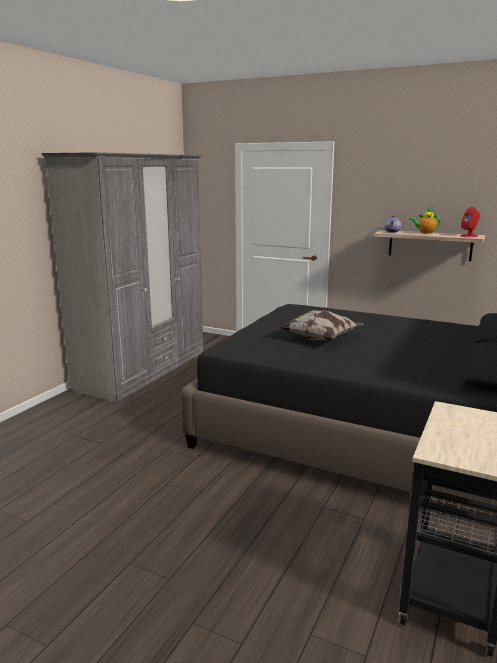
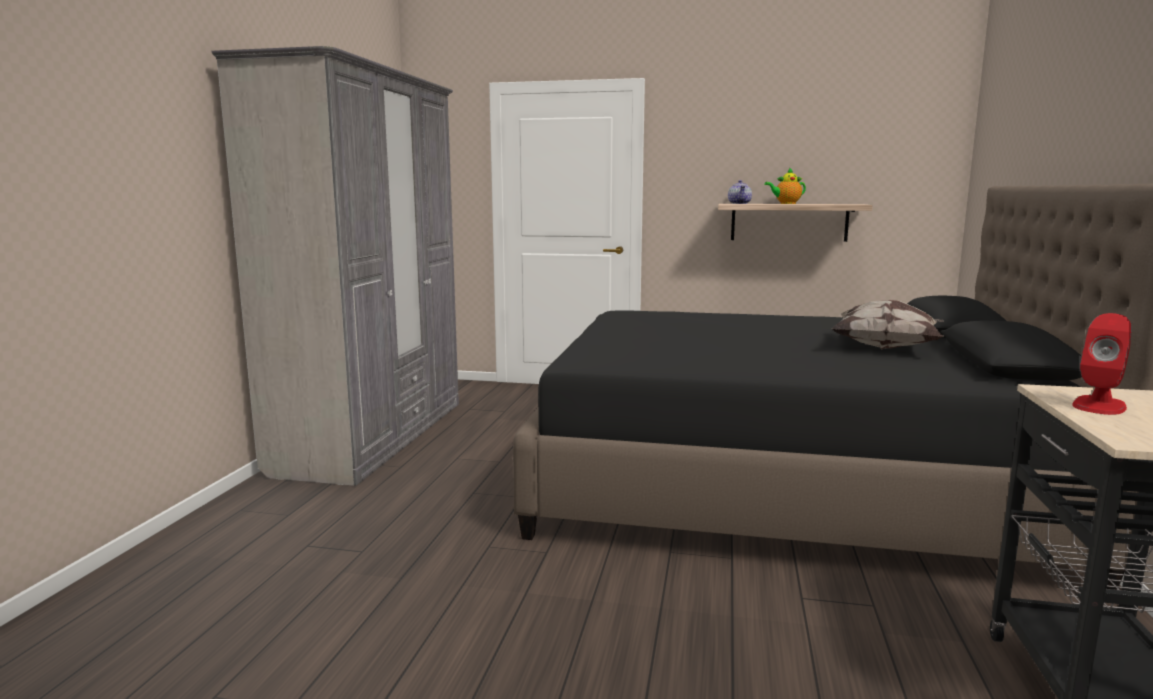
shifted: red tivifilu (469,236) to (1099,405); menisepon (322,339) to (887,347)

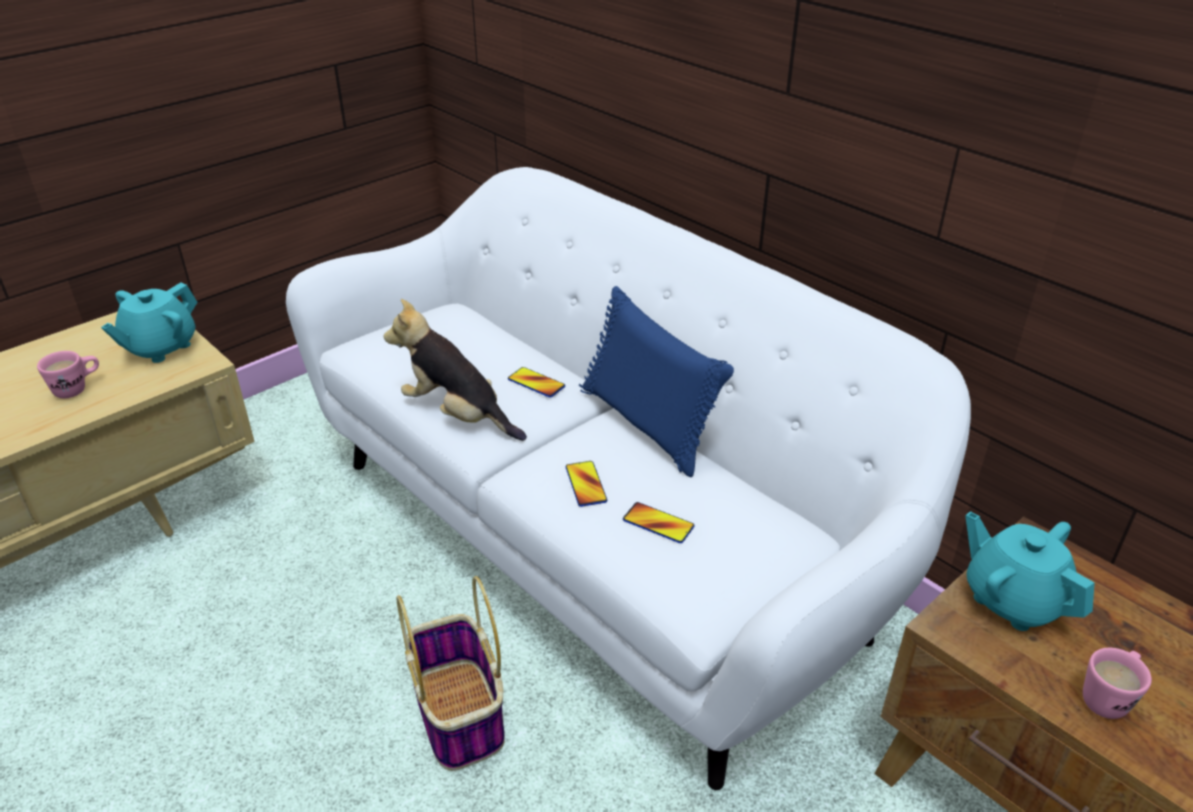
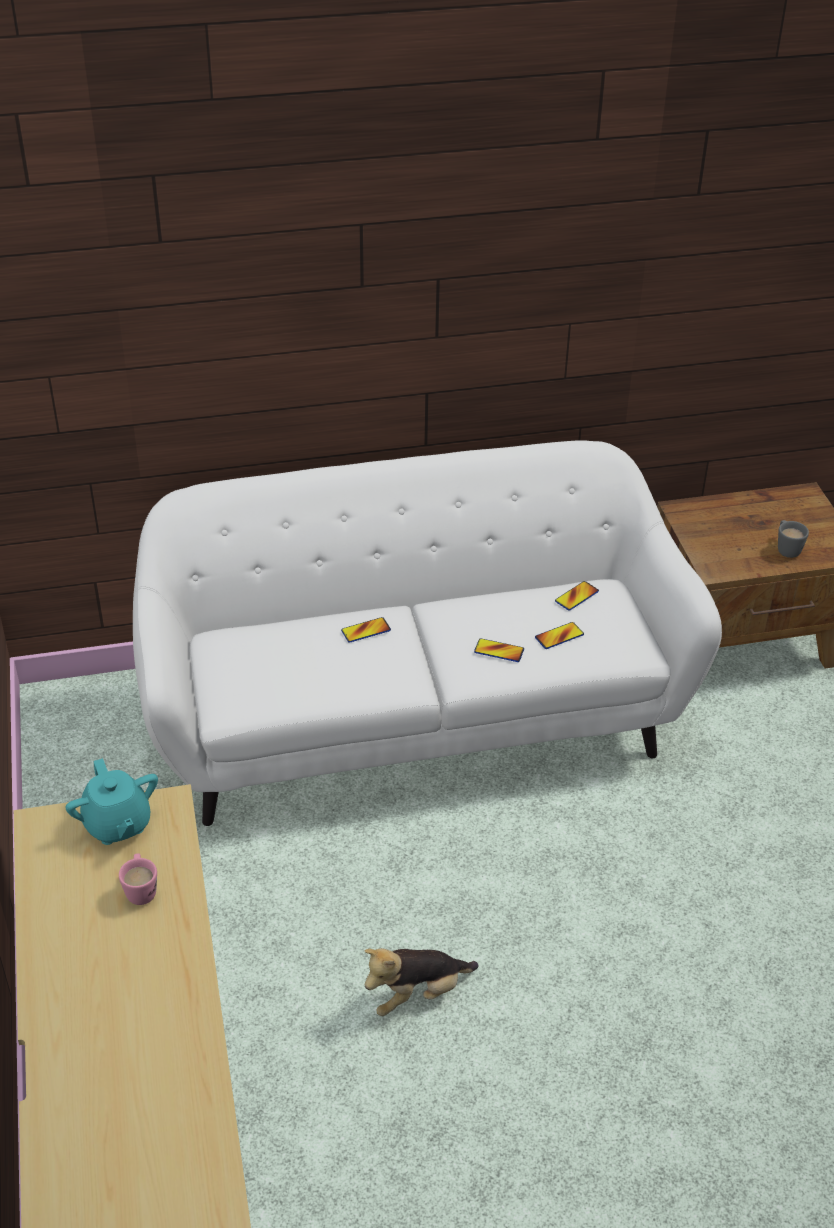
gone: blue menisepon (649,424); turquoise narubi (1012,600); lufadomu (460,715)
new: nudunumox (576,596)
shifted: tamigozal (457,415) to (417,994)
repainted: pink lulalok (1108,697) to grey lulalok (786,548)

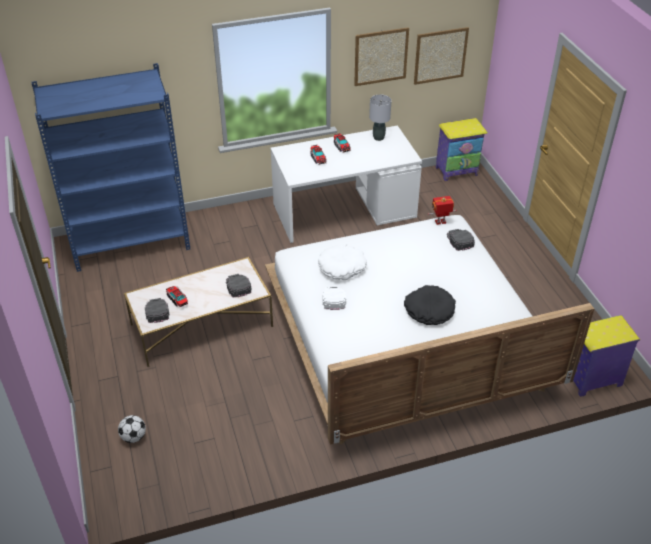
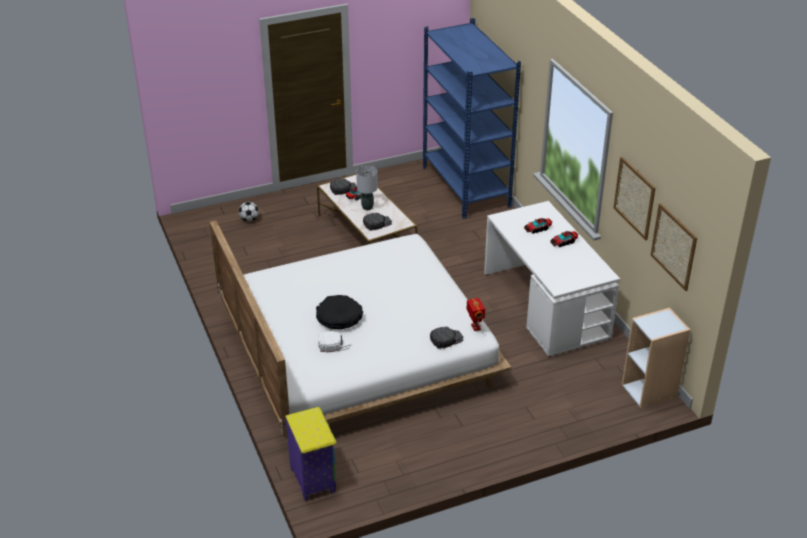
gone: white menisepon (341,267)
shifted: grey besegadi (379,138) to (367,207); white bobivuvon (333,298) to (334,344)
swapped: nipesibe (458,172) to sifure (650,391)

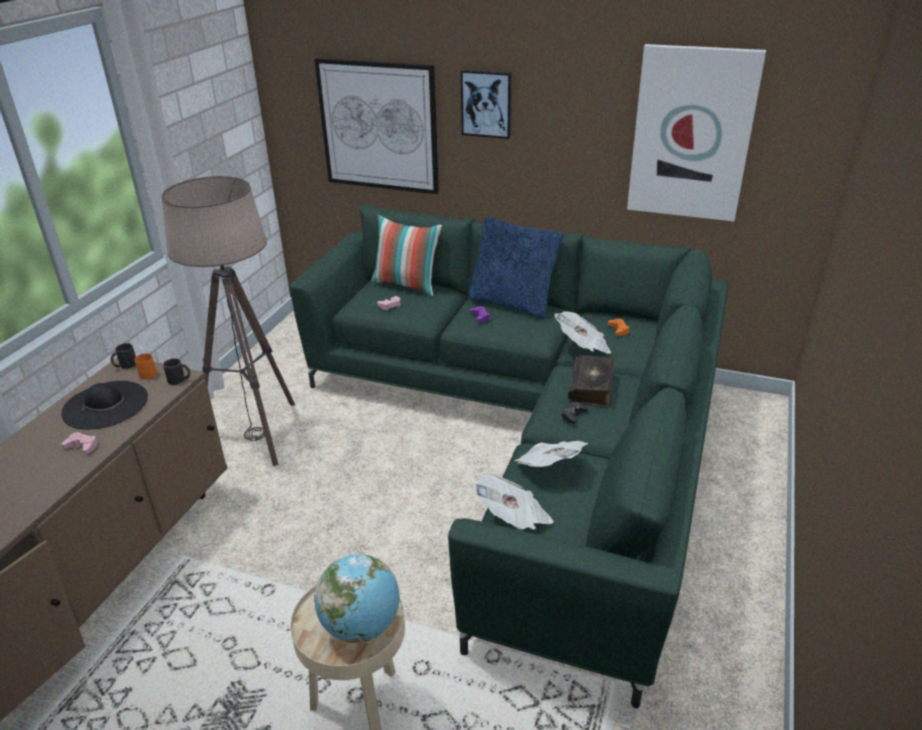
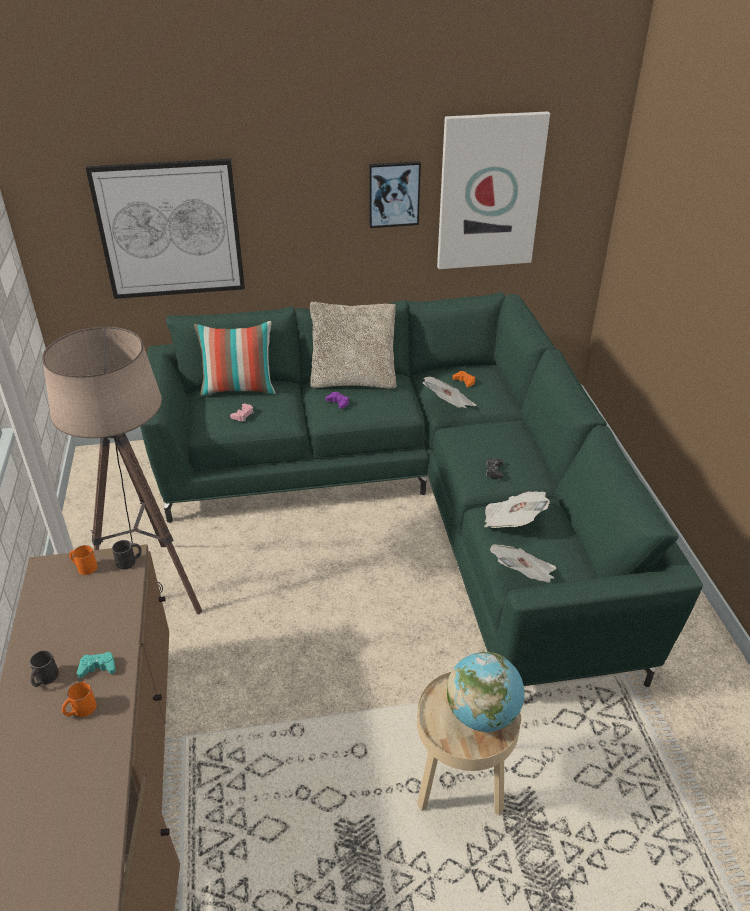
gone: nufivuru (592,387); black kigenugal (105,405)
new: orange lulalok (80,710)
shifted: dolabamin (486,104) to (394,194); black lulalok (125,365) to (44,679)
repainted: blue menisepon (513,301) to beige menisepon (354,378); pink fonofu (82,446) to turquoise fonofu (98,668)

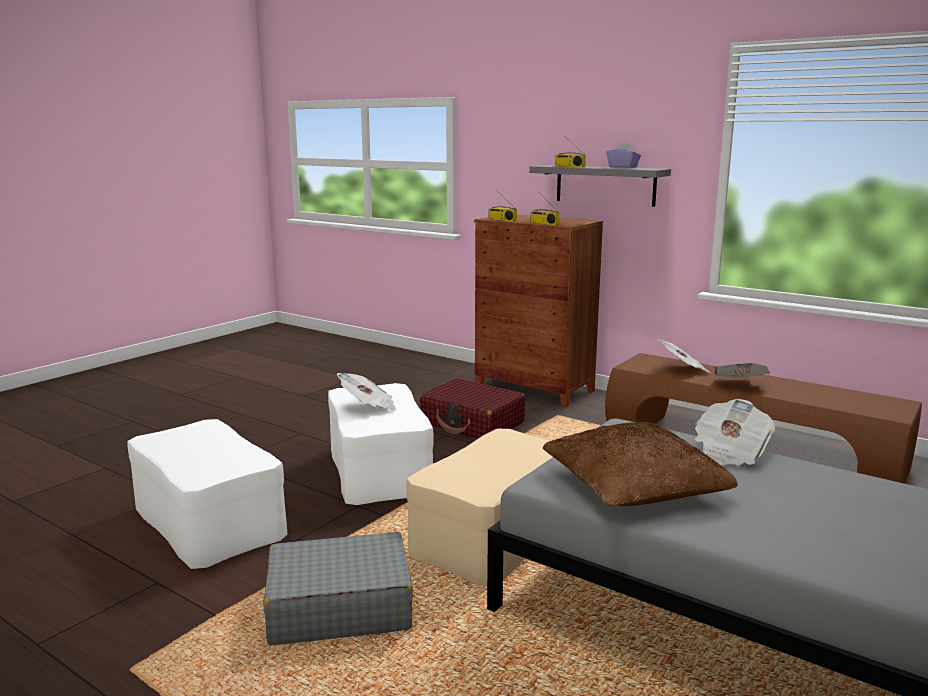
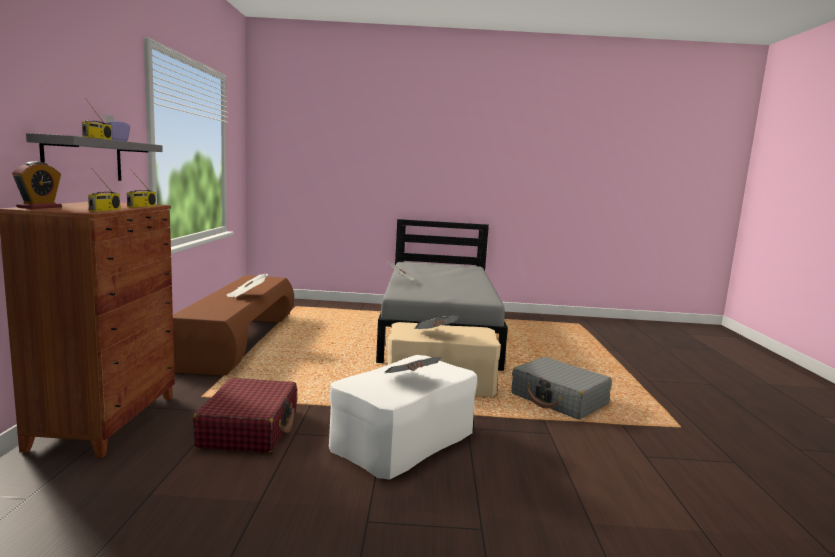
gone: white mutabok (208,521); brown menisepon (634,485)
new: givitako (39,207)
shifted: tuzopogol (683,369) to (435,334)

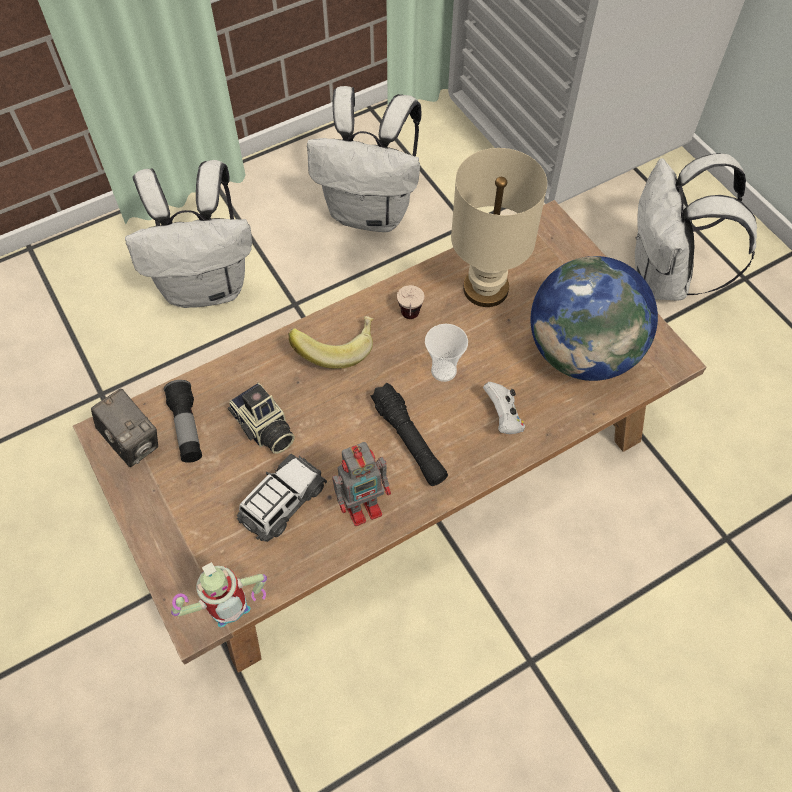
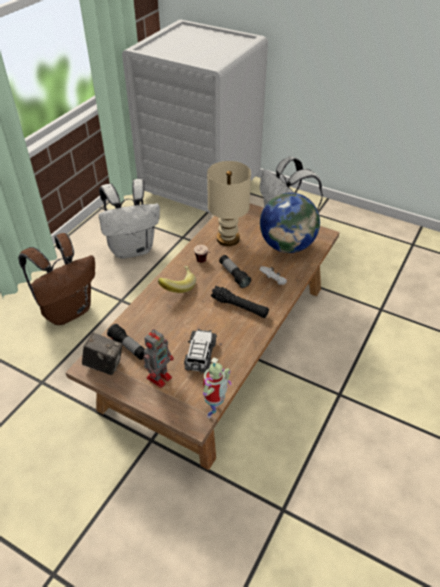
gone: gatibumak (264,429)
shifted: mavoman (364,505) to (160,376)
swapped: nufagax (443,371) to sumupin (234,275)
repainted: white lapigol (207,286) to brown lapigol (68,310)

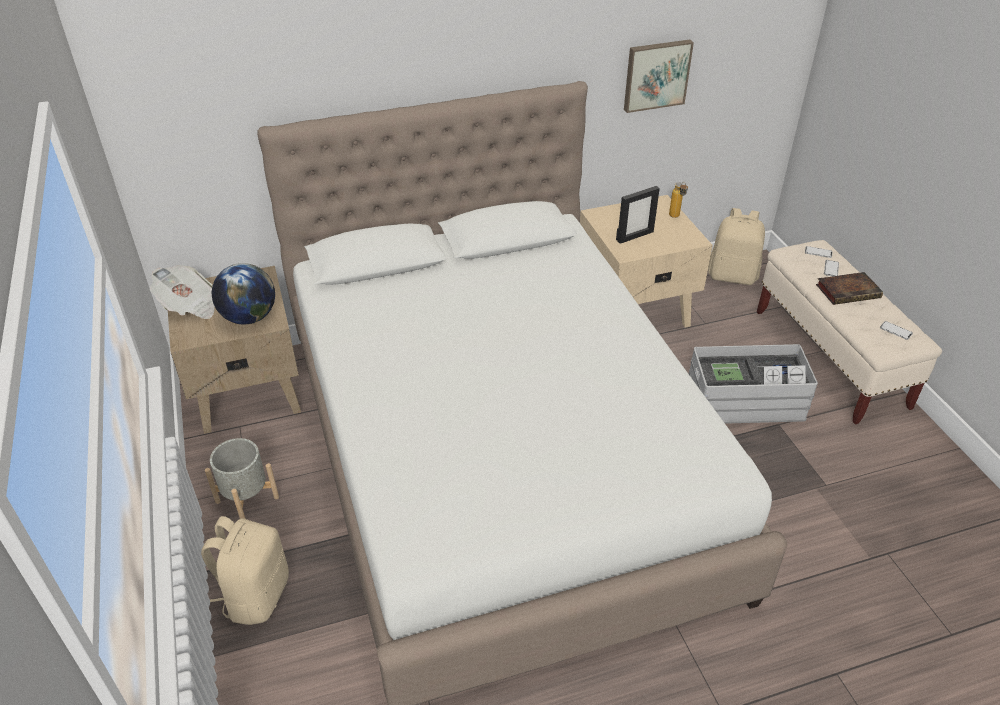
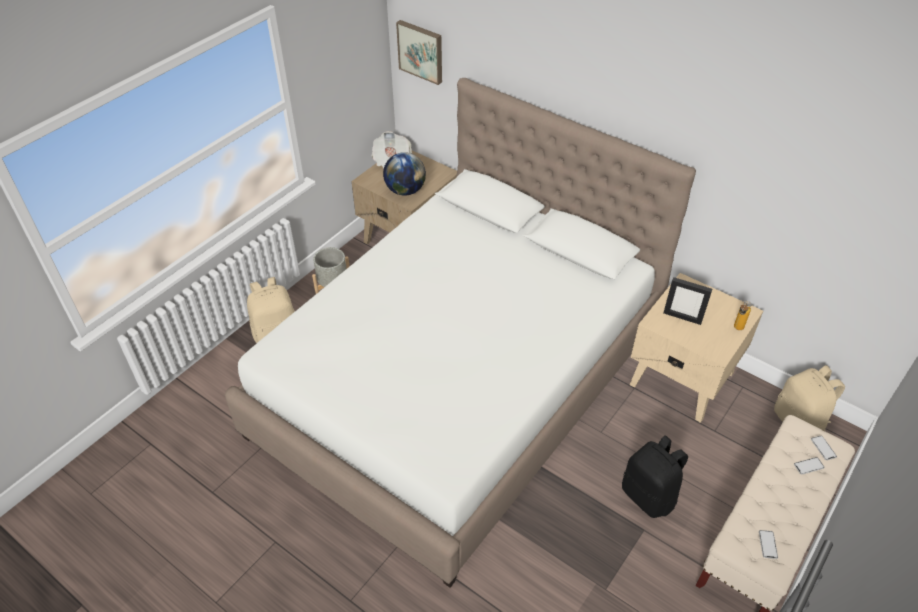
gone: nufivuru (849,291)
shifted: dolabamin (656,75) to (421,51)
swapped: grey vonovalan (745,400) to black lapigol (649,496)

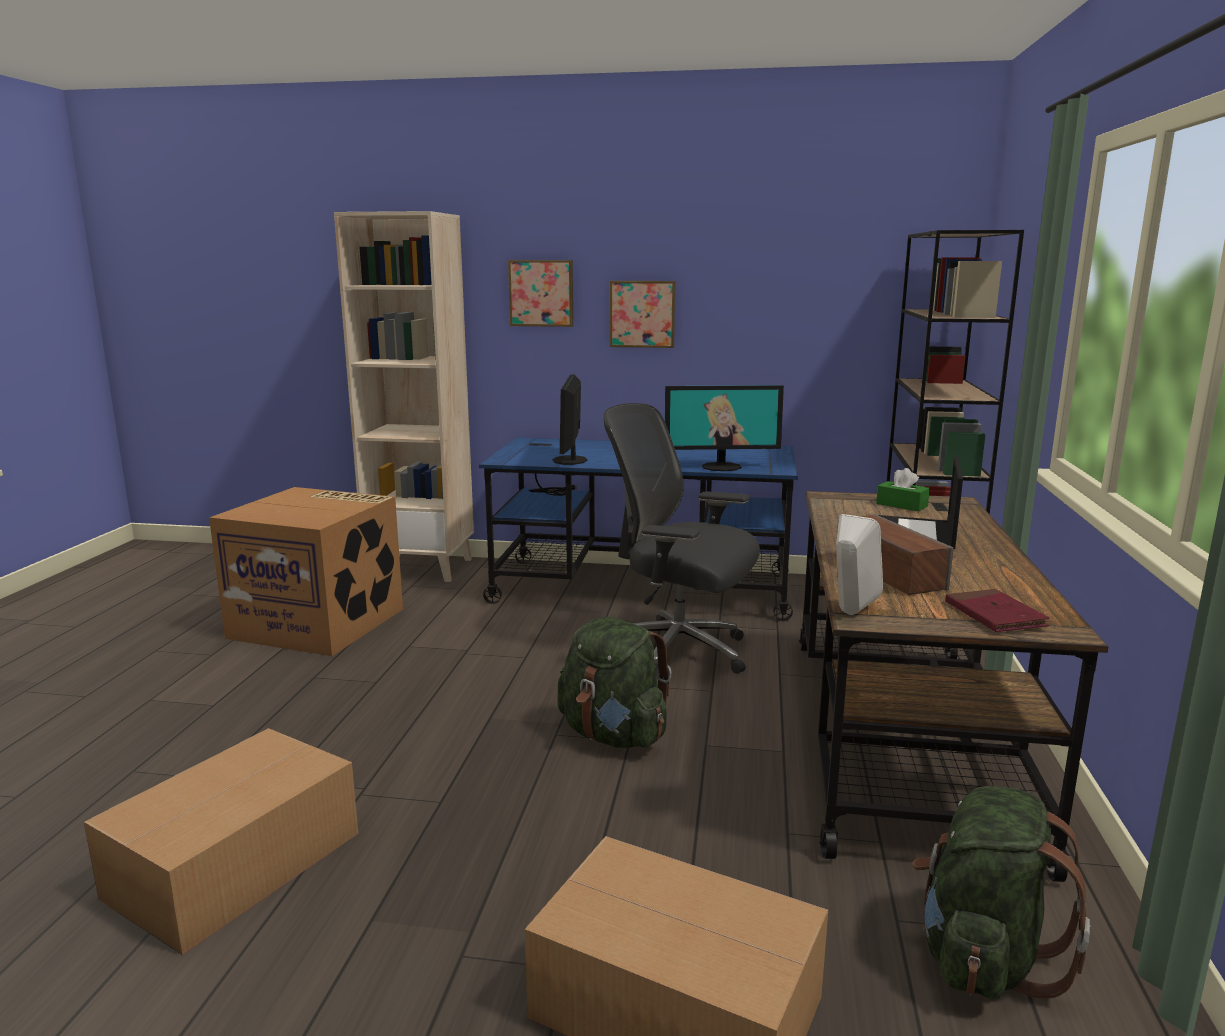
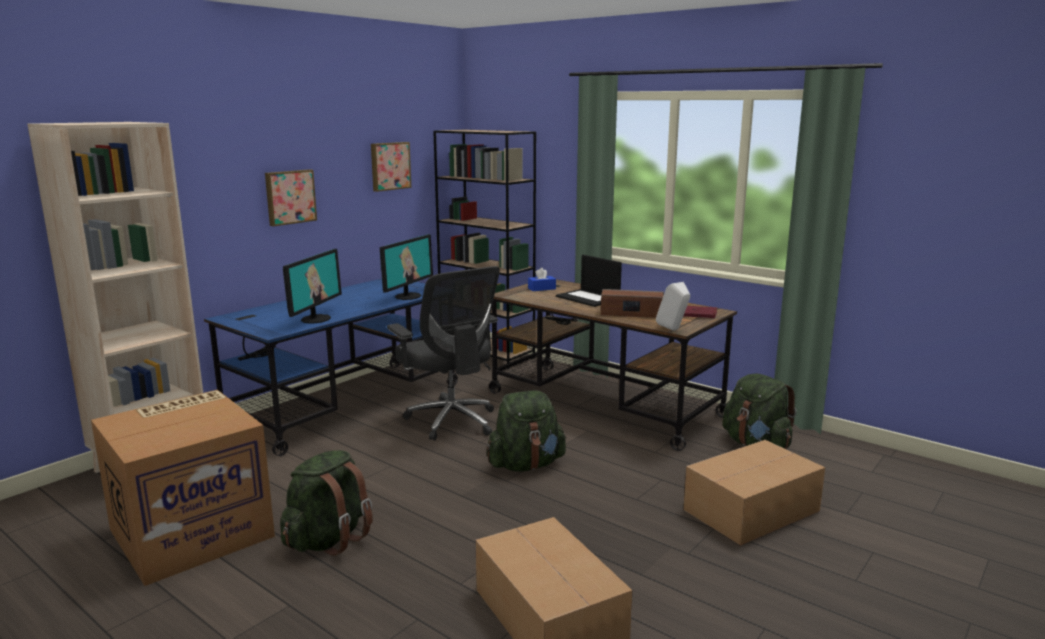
new: green lapigol (329,539)
shifted: dolabamin (541,293) to (389,166)
repainted: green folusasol (901,505) to blue folusasol (541,288)
rotated: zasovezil (570,460) = (315,319) 105 degrees counterclockwise; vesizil (680,650) = (451,420) 90 degrees counterclockwise

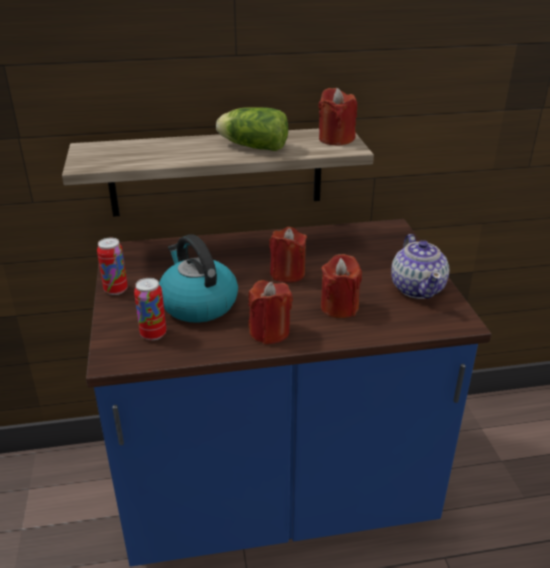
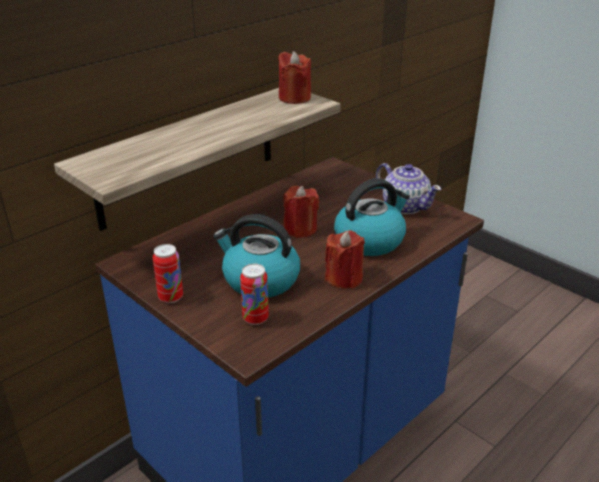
gone: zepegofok (251,146)
swapped: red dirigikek (339,307) to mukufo (370,240)

